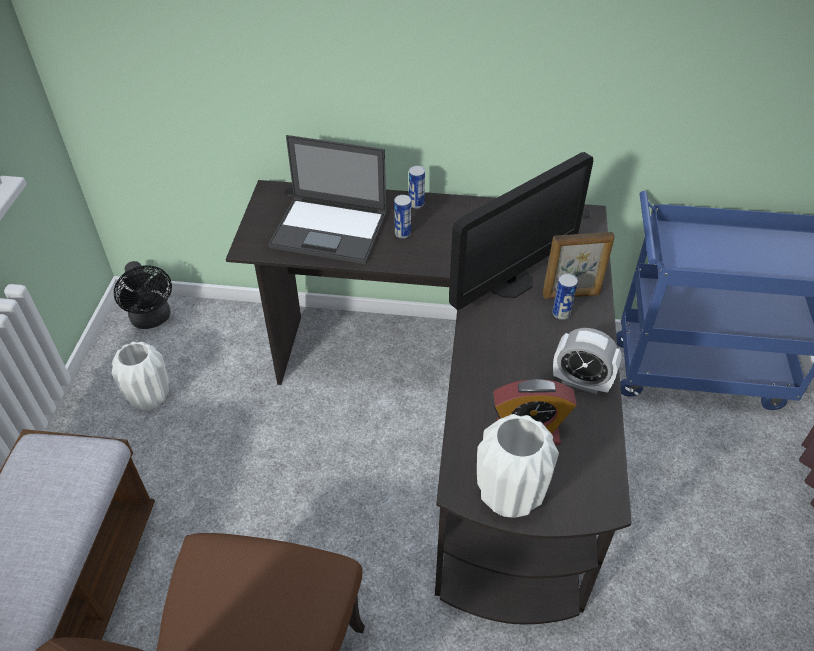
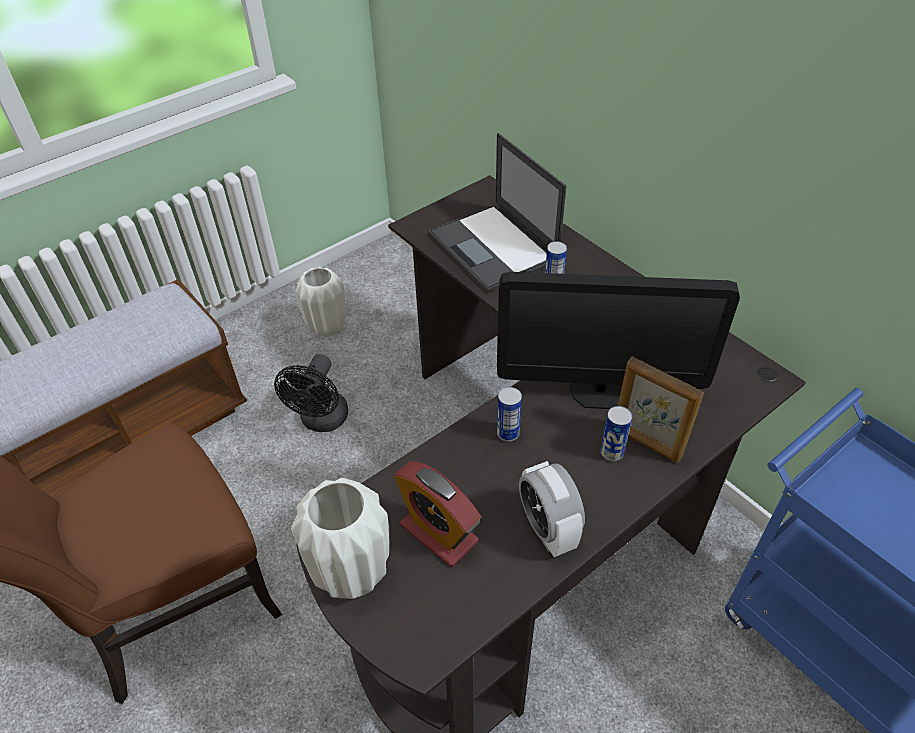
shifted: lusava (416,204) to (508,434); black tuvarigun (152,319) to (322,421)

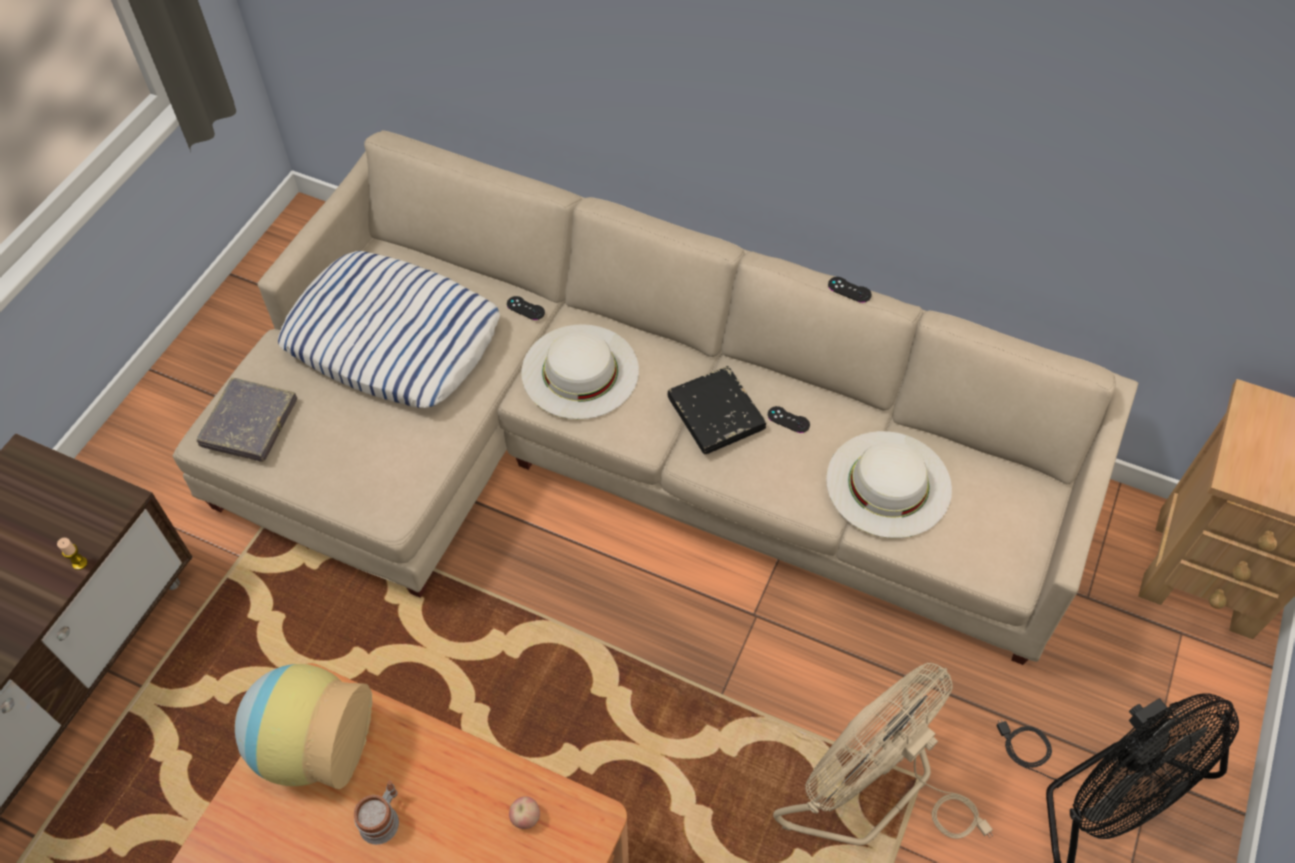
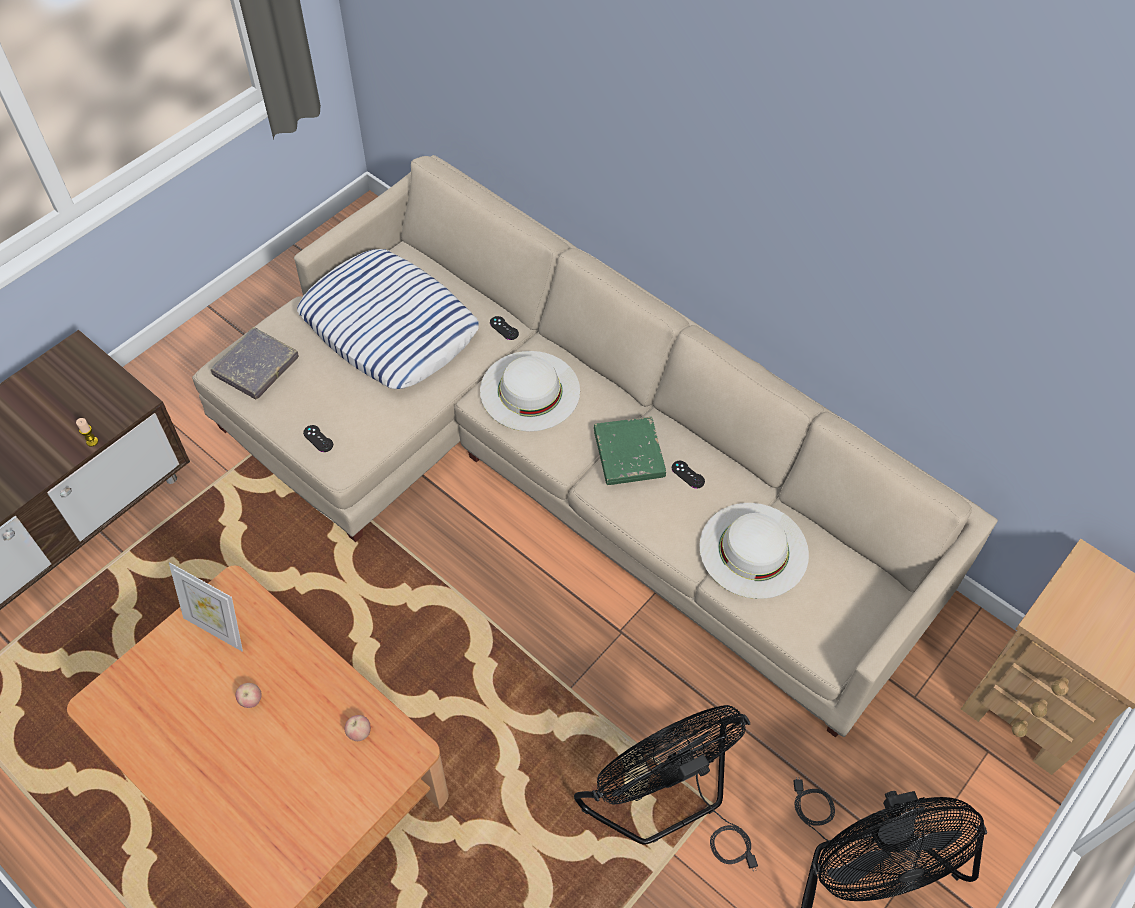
shifted: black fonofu (849,290) to (318,438)
swapped: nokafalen (312,744) to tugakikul (217,628); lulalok (383,818) to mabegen (251,700)
repainted: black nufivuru (715,414) to green nufivuru (628,454); beige tuvarigun (880,786) to black tuvarigun (675,801)

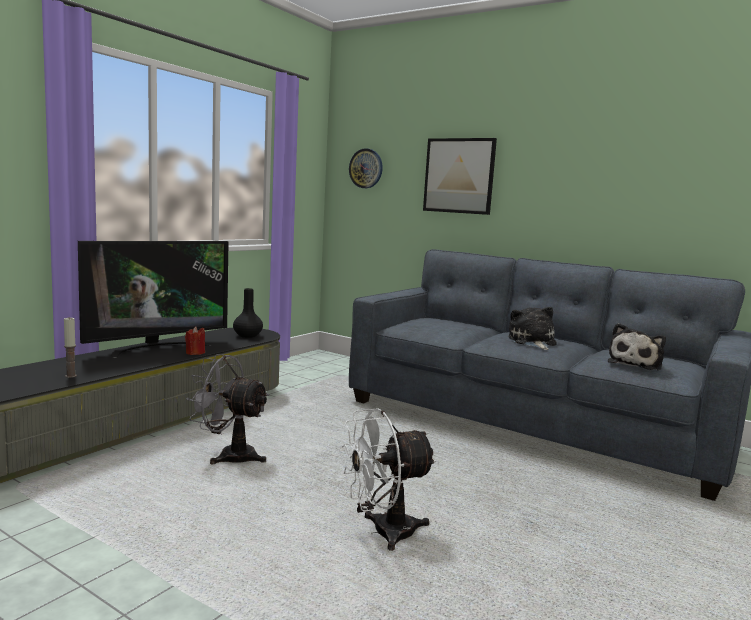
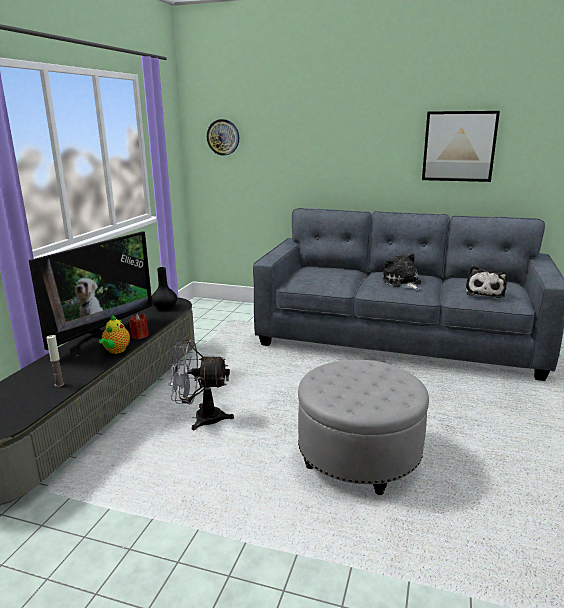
new: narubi (116,351)
shifted: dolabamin (459,176) to (459,146)
swapped: white tuvarigun (383,533) to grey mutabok (359,459)

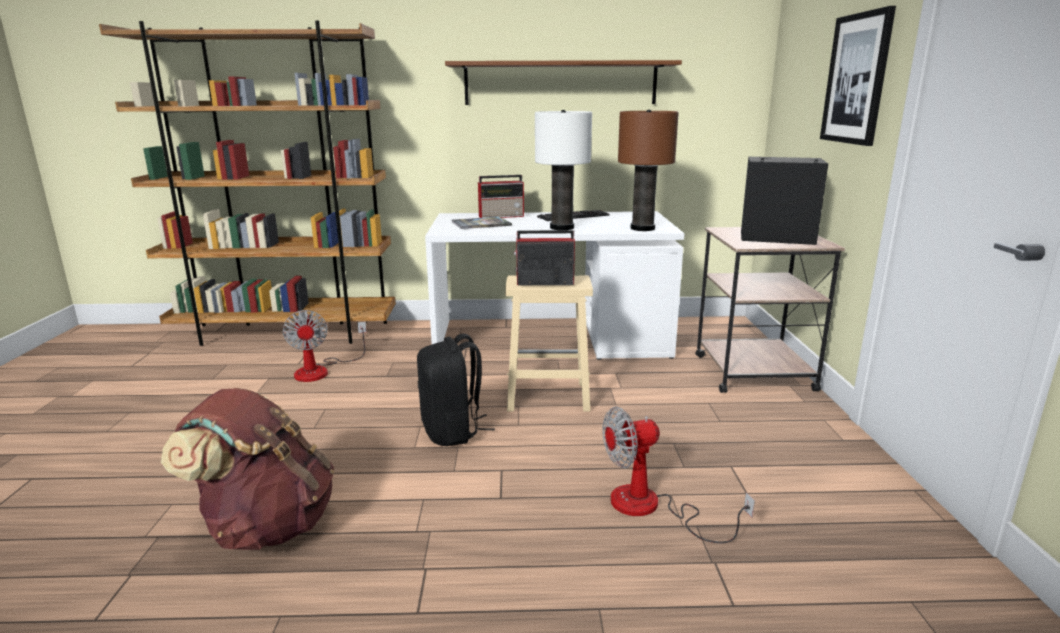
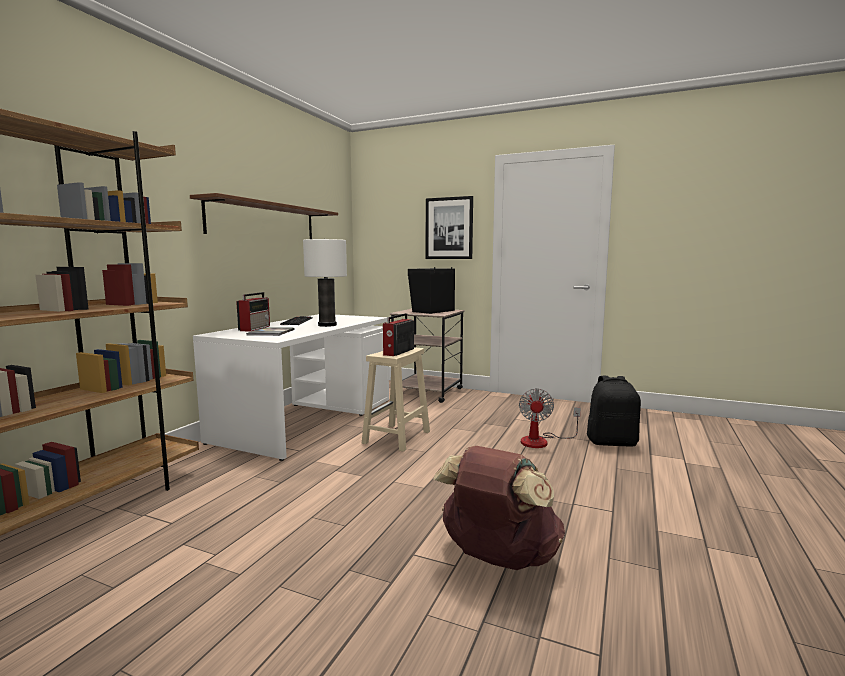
gone: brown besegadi (643,228); tuvarigun (321,370)
shifted: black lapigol (452,431) to (612,442)

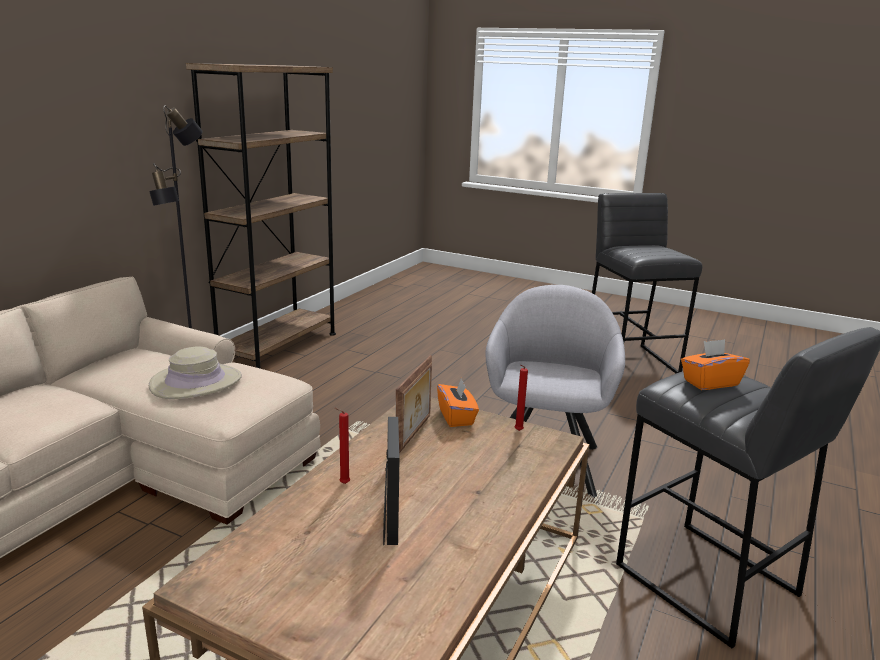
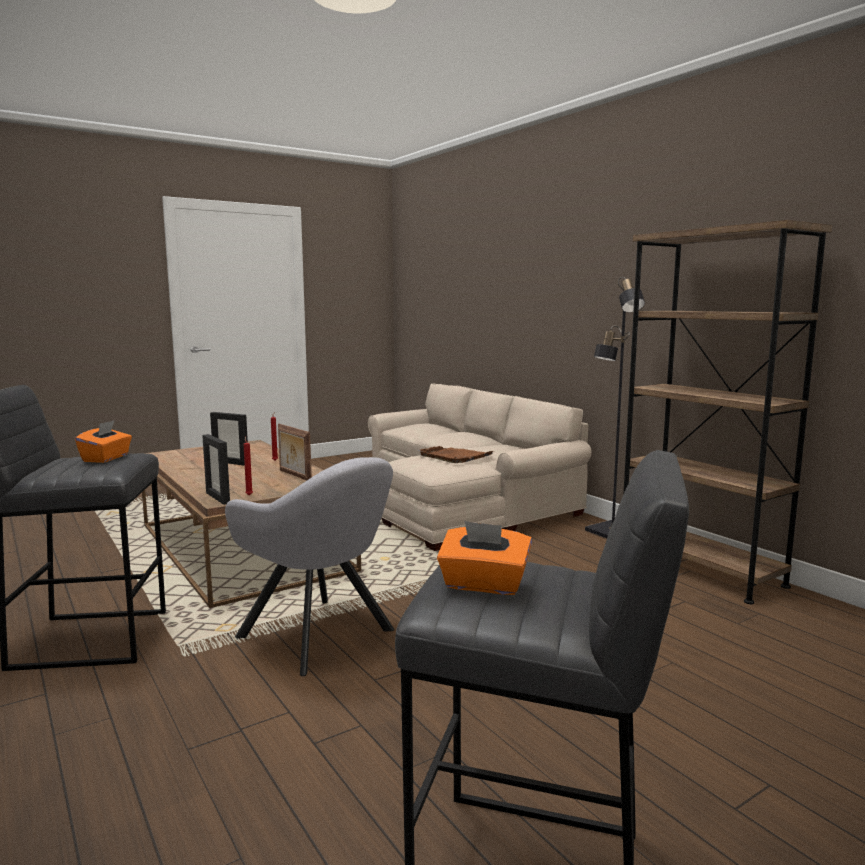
new: tugakikul (219,498)
shifted: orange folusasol (456,417) to (484,585)
swapped: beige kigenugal (196,382) to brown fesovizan (455,456)

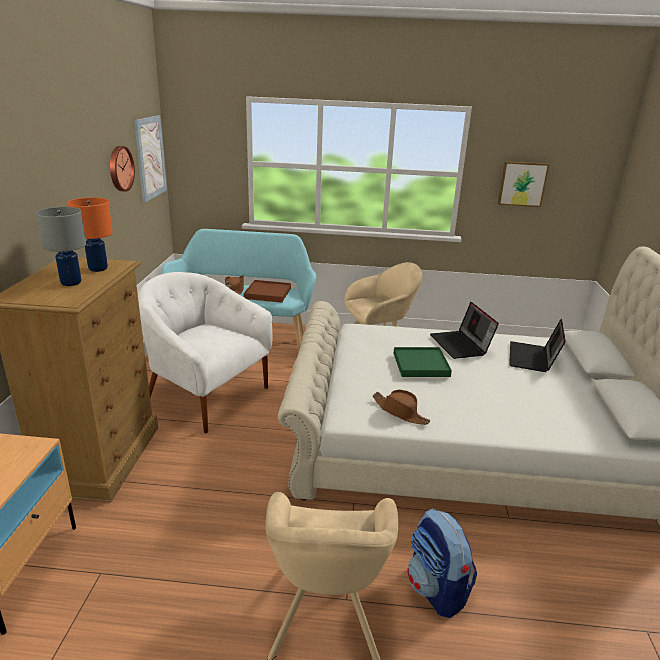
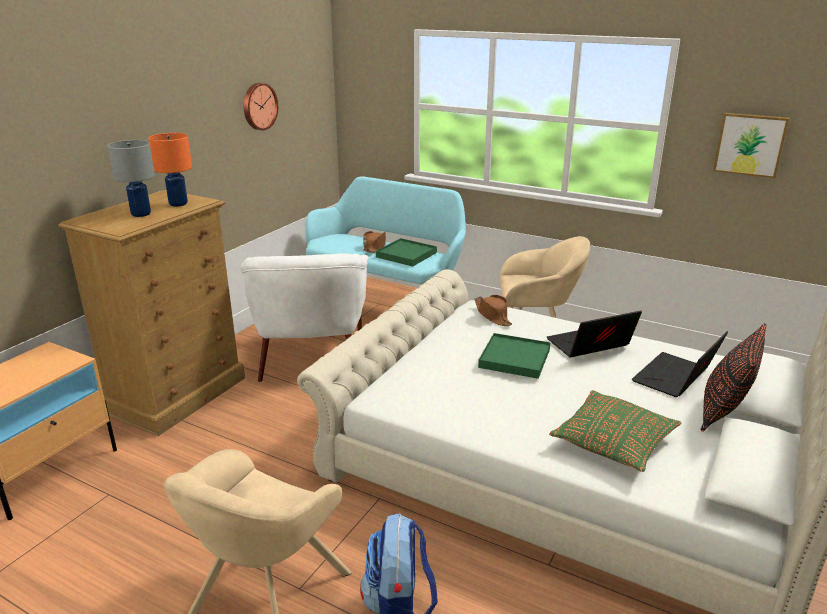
gone: dolabamin (150,157)
new: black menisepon (723,413); green menisepon (613,443)
shifted: brown kigenugal (400,412) to (492,315)
repainted: brown fesovizan (267,293) to green fesovizan (406,255)
rotated: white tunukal (206,396) = (311,356) 150 degrees counterclockwise; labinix (461,345) = (589,346) 60 degrees clockwise

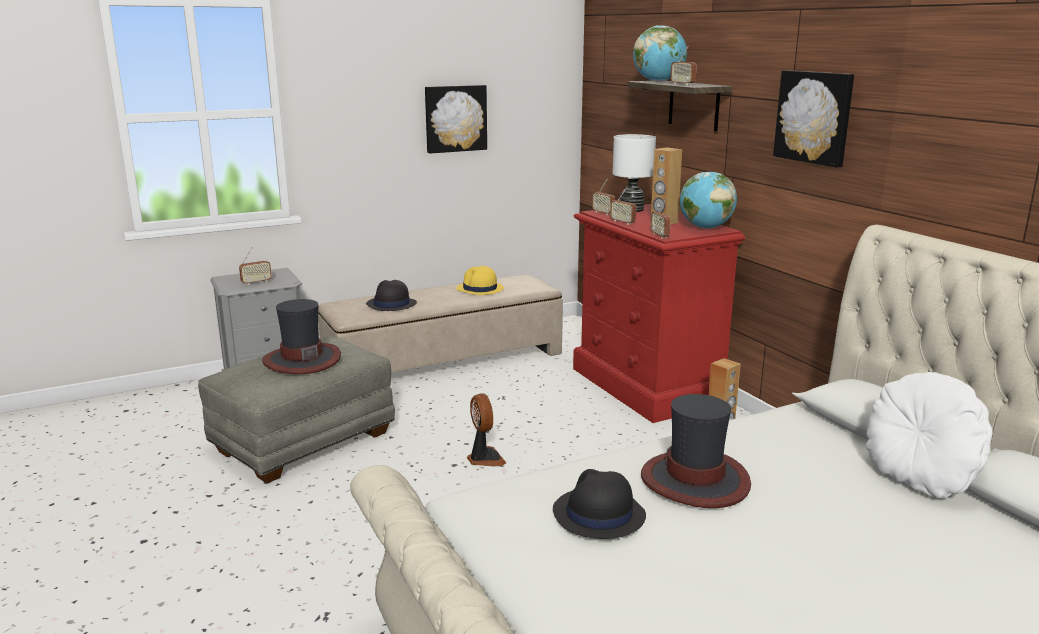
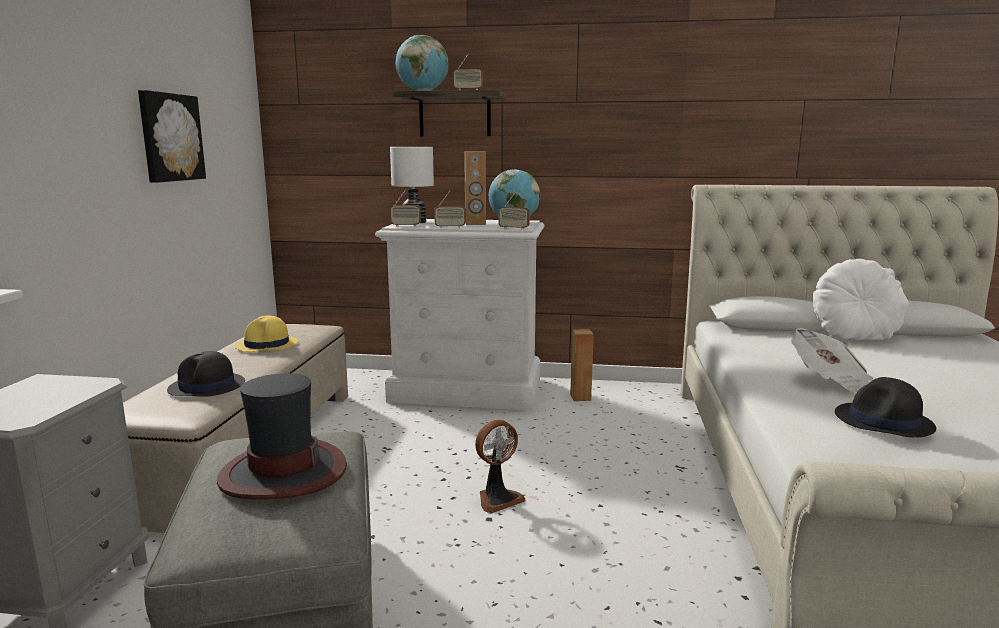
gone: dolabamin (814,117); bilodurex (256,282)
swapped: kigenugal (695,480) to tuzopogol (829,380)
repainted: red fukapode (646,386) to white fukapode (466,390)
rotated: tuvarigun (484,459) = (498,499) 135 degrees clockwise

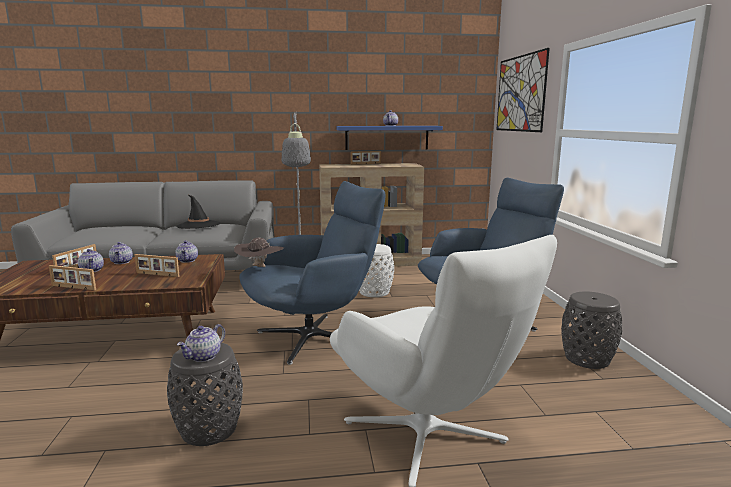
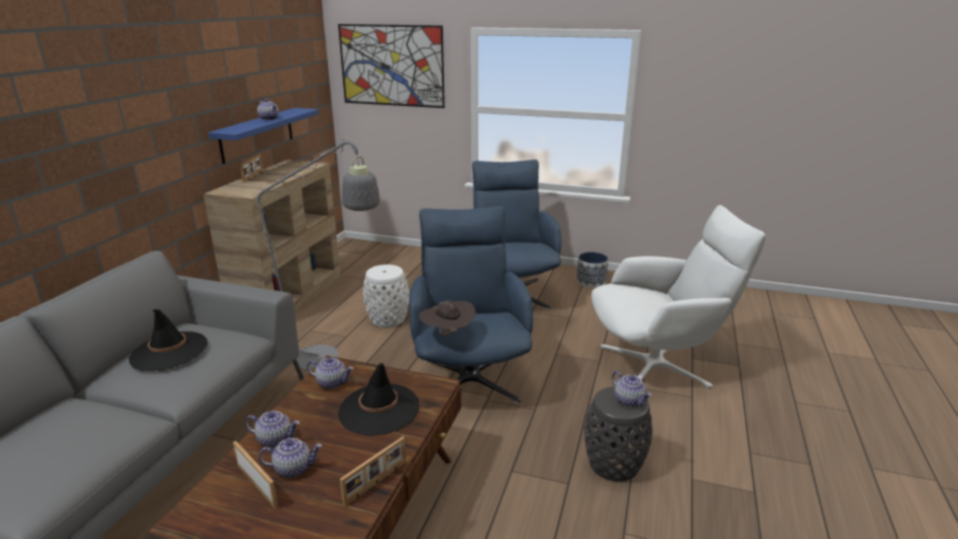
swapped: tugakikul (157,275) to black kigenugal (379,409); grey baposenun (587,359) to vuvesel (591,281)

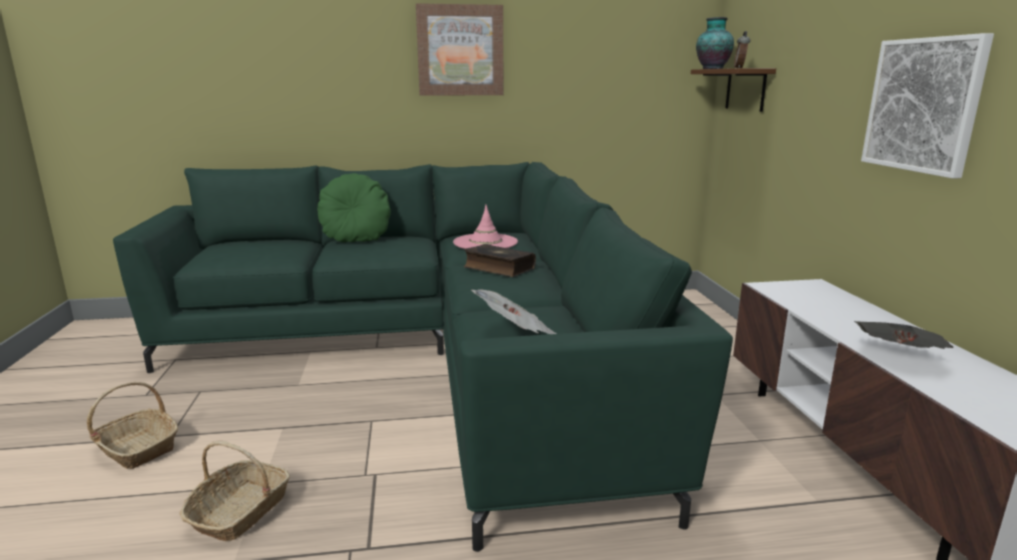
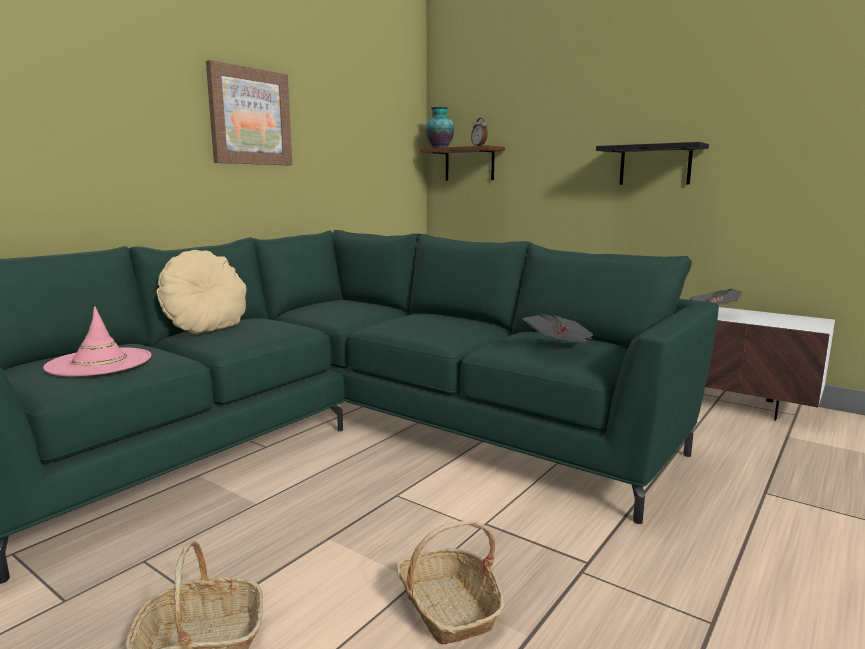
gone: nufivuru (498,268)
shifted: pink kigenugal (485,242) to (99,362)
swapped: dolabamin (923,105) to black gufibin (655,165)
repainted: green menisepon (356,240) to beige menisepon (206,330)

